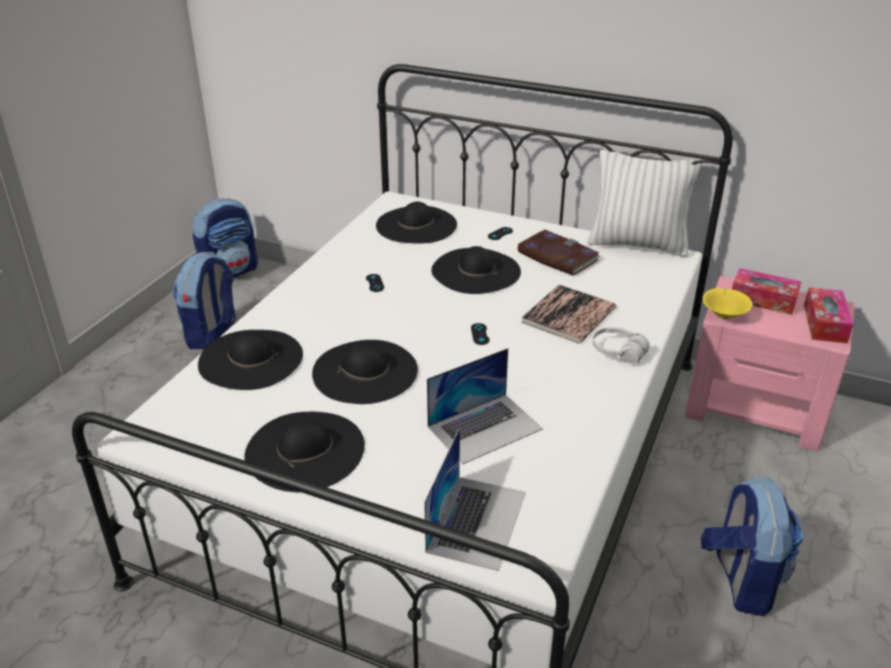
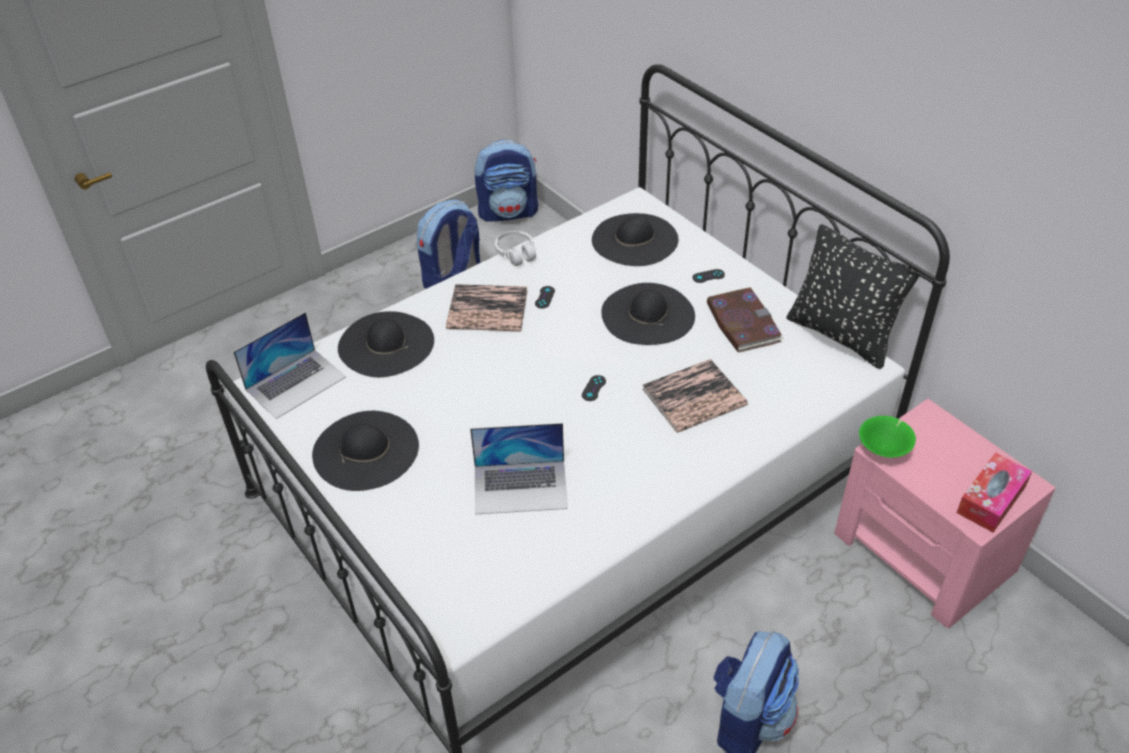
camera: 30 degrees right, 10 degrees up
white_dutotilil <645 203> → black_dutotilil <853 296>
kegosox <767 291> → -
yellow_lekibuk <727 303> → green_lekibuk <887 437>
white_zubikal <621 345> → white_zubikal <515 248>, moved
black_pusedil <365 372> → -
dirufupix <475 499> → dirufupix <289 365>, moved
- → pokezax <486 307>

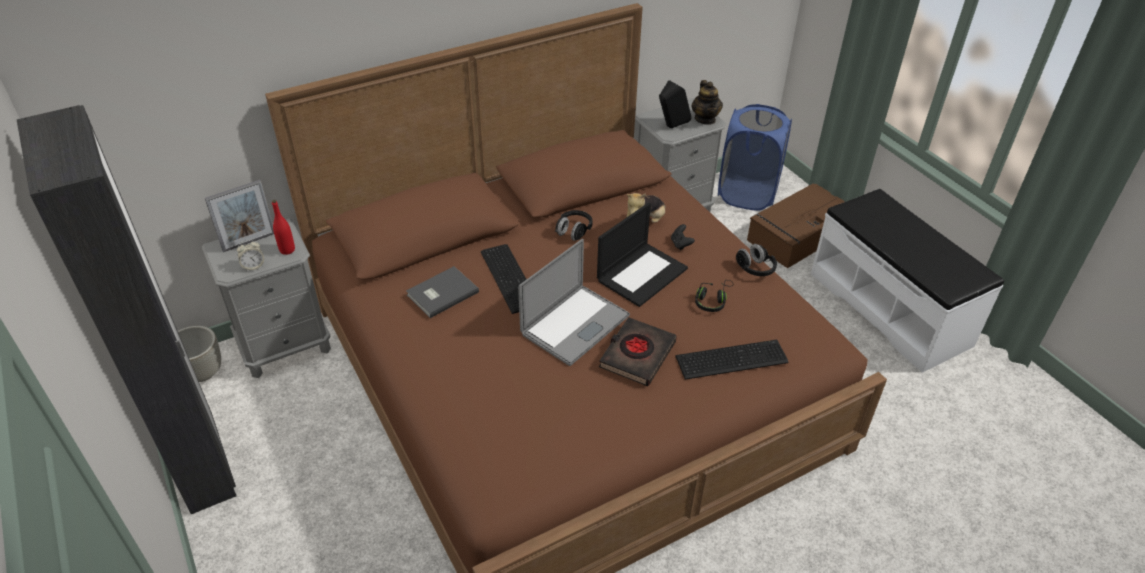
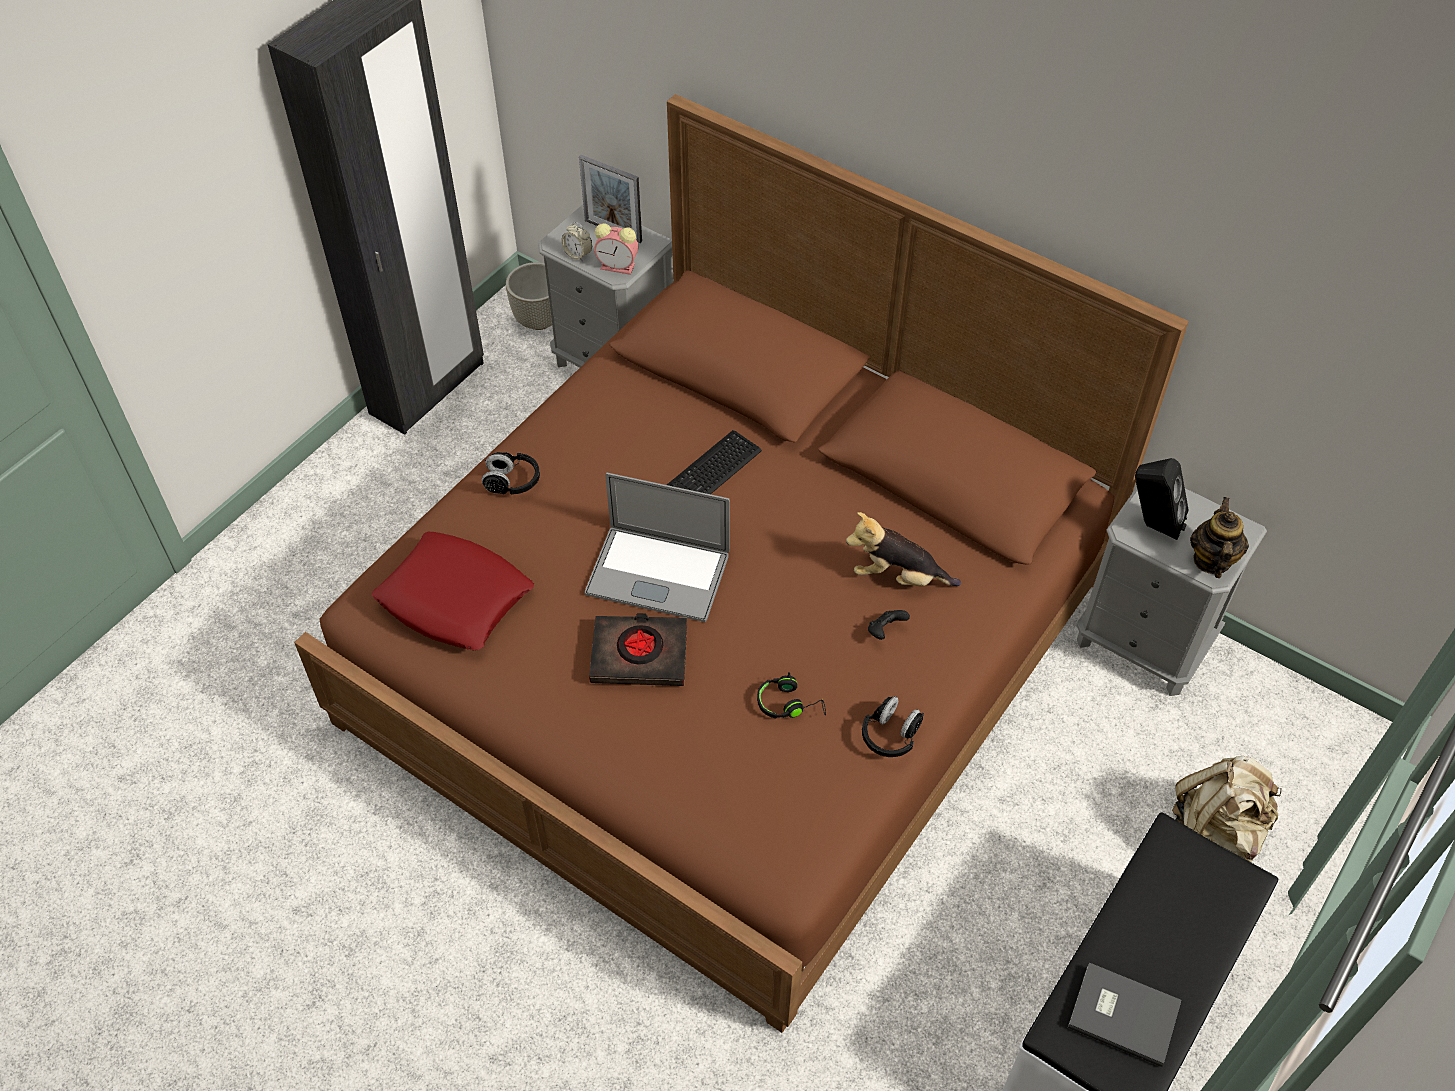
camera: 65 degrees right, 10 degrees up
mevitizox <707 102> → mevitizox <1219 537>, 135 degrees clockwise
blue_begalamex <755 157> → -
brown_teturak <796 225> → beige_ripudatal <1227 809>
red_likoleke <283 227> → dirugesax <616 249>
dirufupix <642 255> → -
black_zubikal <574 225> → black_zubikal <510 473>, moved
grey_pokezax <442 292> → grey_pokezax <1124 1014>, moved
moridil <731 360> → -
- → red_dutotilil <453 590>

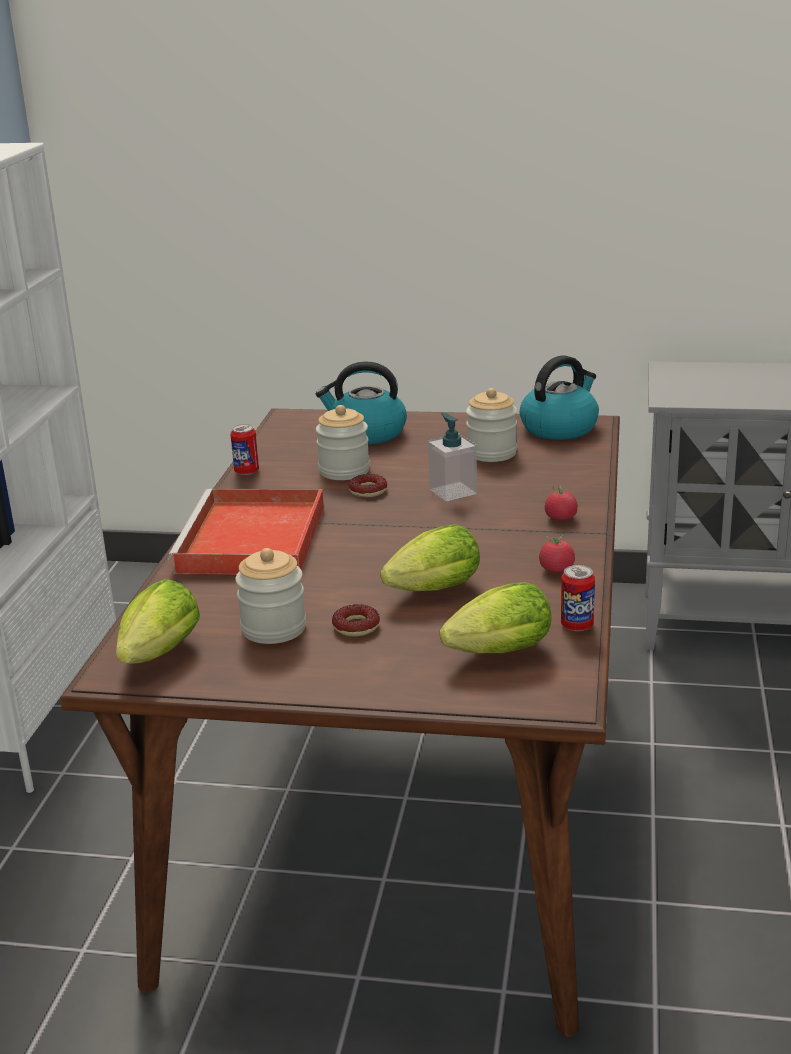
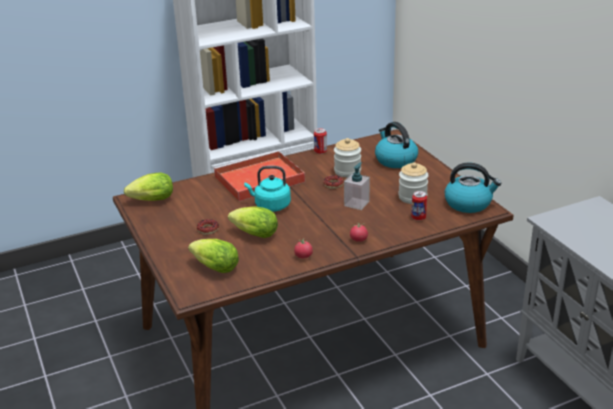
camera: 55 degrees right, 5 degrees up
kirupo <270 596> → -
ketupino <578 598> → ketupino <419 206>, moved
- → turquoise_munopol <267 189>

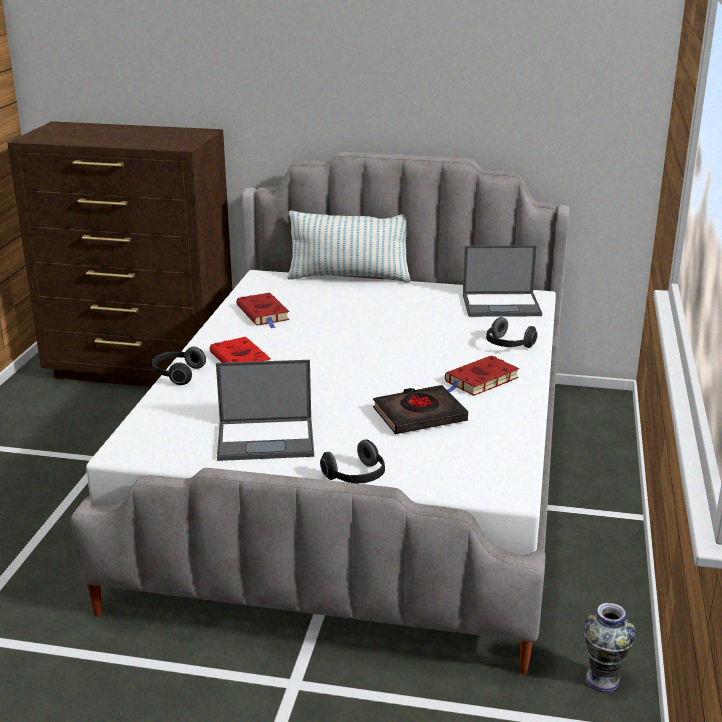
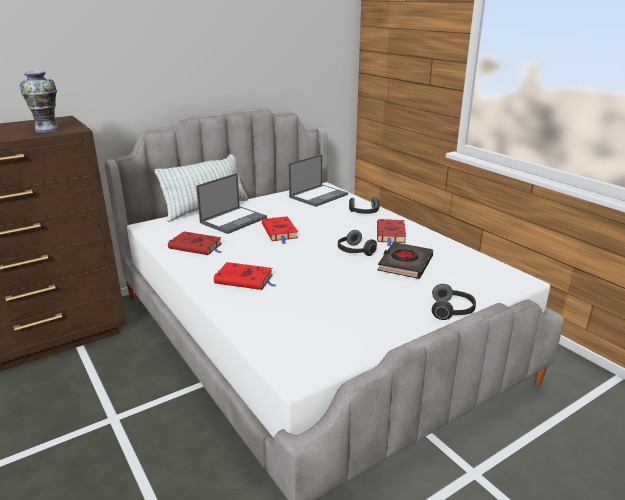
camera: 45 degrees left, 0 degrees up
zubikal <179 365> → zubikal <357 243>, moved
dirufupix <265 410> → dirufupix <231 203>, moved
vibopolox <609 648> → vibopolox <39 102>, moved
- → red_pokezax <280 230>

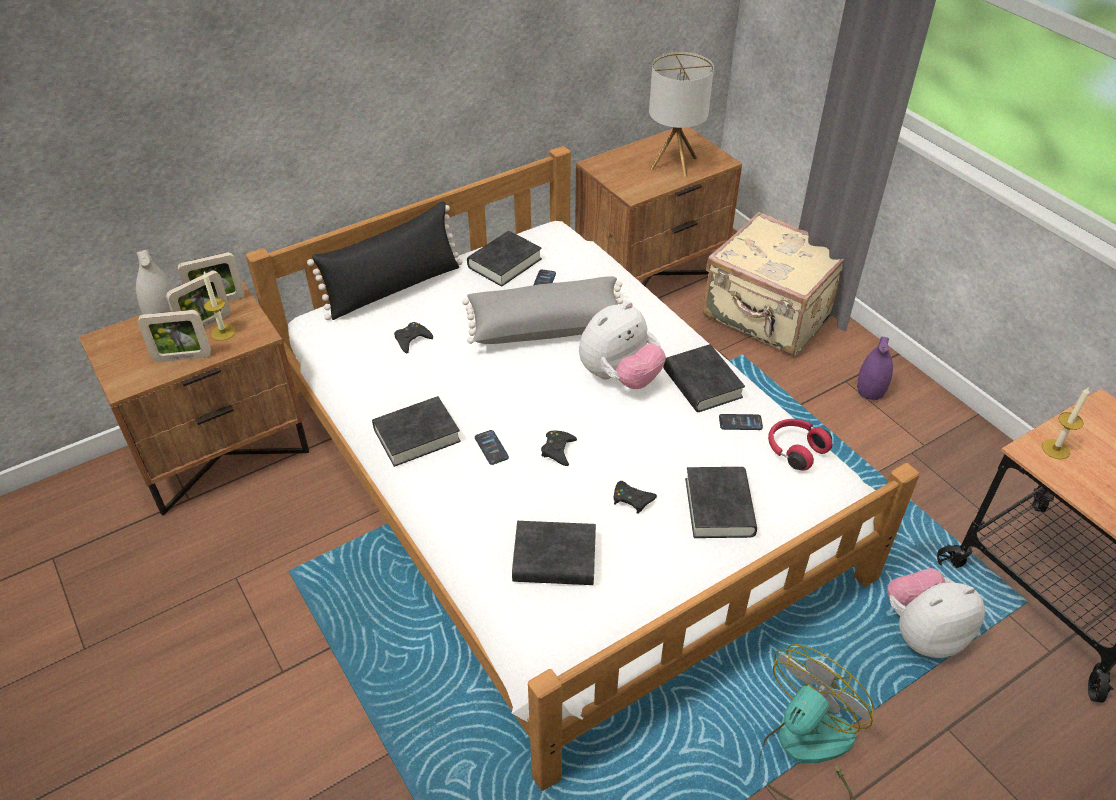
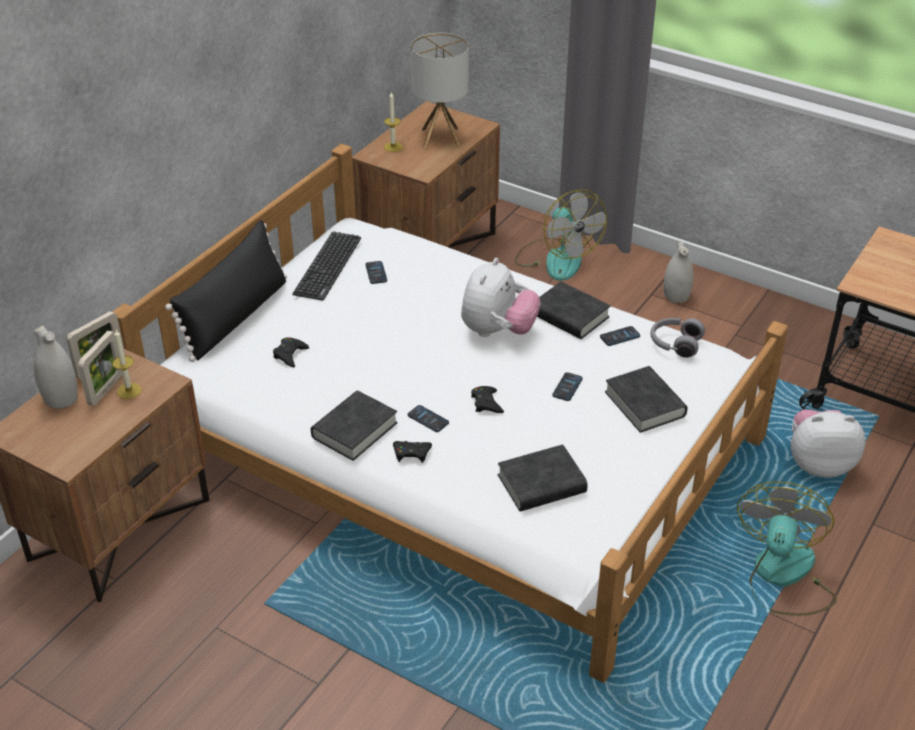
camera: 25 degrees left, 5 degrees down
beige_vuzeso <773 284> → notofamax <561 235>
black_pokezax <504 259> → moridil <326 266>
grey_dutotilil <542 310> → -
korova <174 336> → -
purple_vibopolox <875 368> → white_vibopolox <679 272>
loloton <1066 423> → loloton <393 122>, moved
red_zubikal <800 445> → grey_zubikal <677 338>
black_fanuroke <635 497> → black_fanuroke <412 452>, moved
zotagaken <936 613> → zotagaken <828 444>, 45 degrees clockwise
- → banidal <567 386>

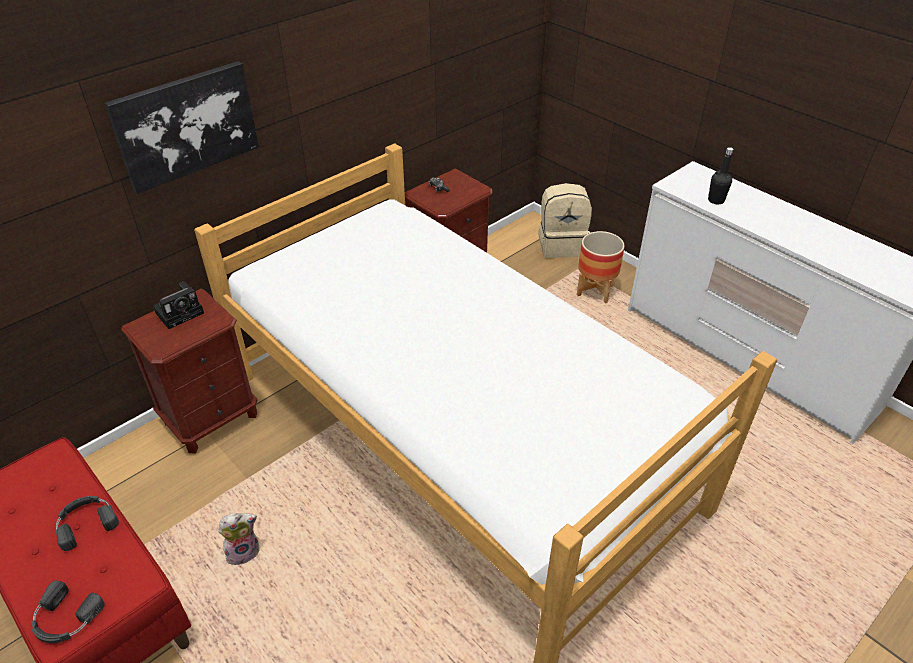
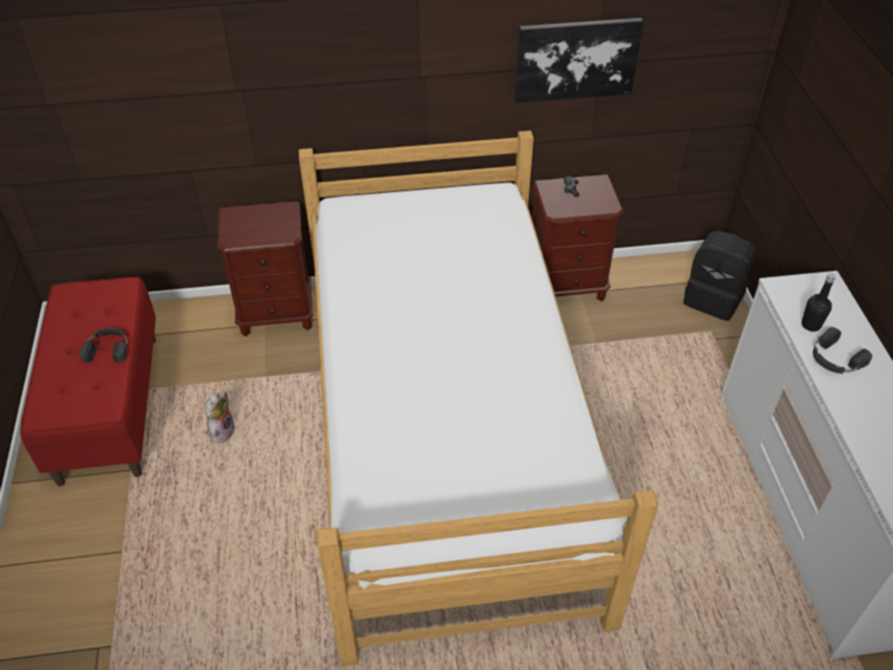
camera: 35 degrees right, 5 degrees up
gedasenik <181 127> → gedasenik <579 60>, moved
beige_ripudatal <565 220> → black_ripudatal <720 276>
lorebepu <601 267> → -
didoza <178 305> → -
zotagaken <239 539> → zotagaken <220 417>, 75 degrees counterclockwise
black_zubikal <68 612> → black_zubikal <842 350>, moved

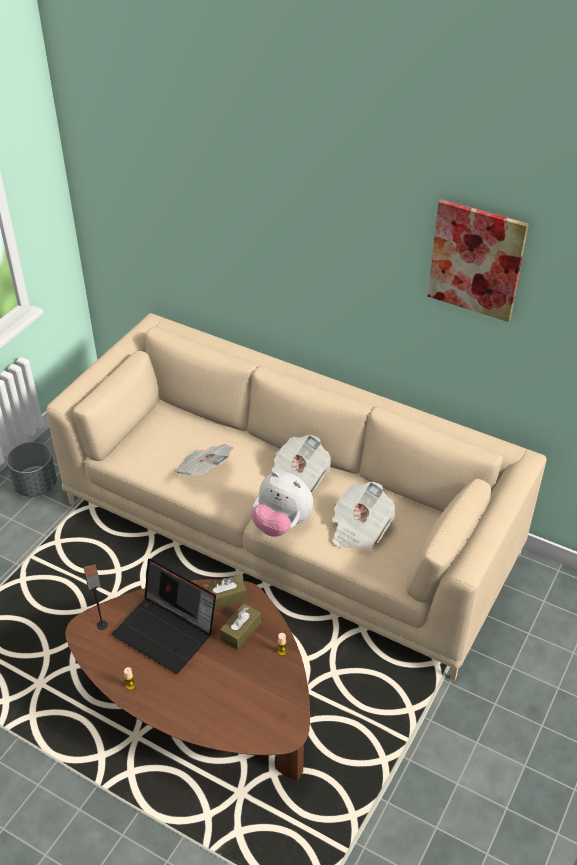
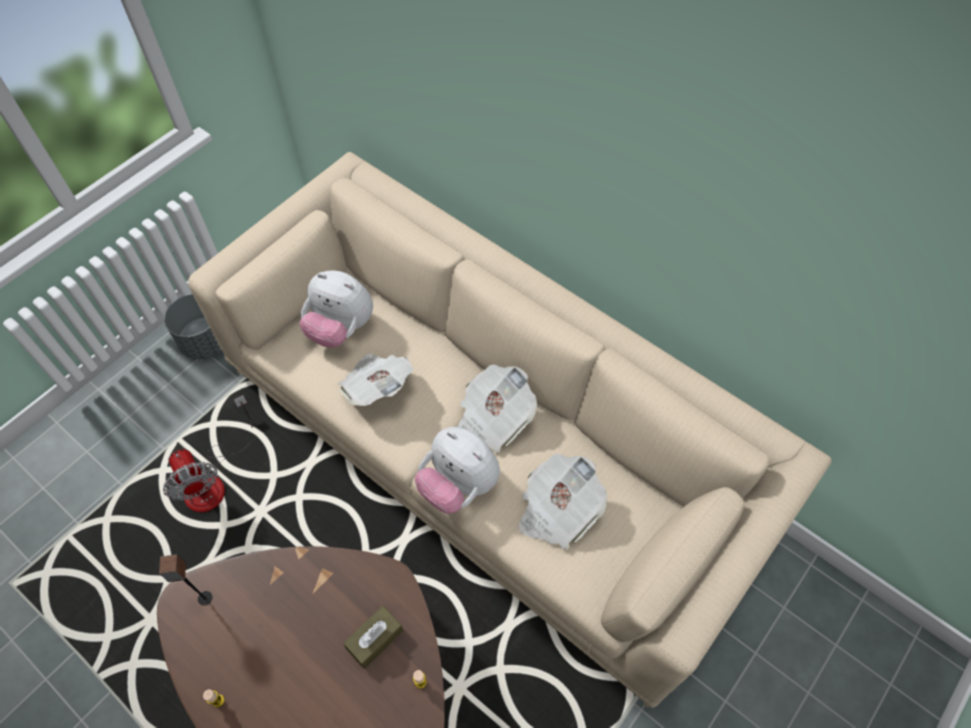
camera: 10 degrees right, 15 degrees up
gedasenik <478 260> → -
dirufupix <164 616> → -
brown_kegosox <225 592> → -
- → zotagaken <336 309>
- → notofamax <208 453>

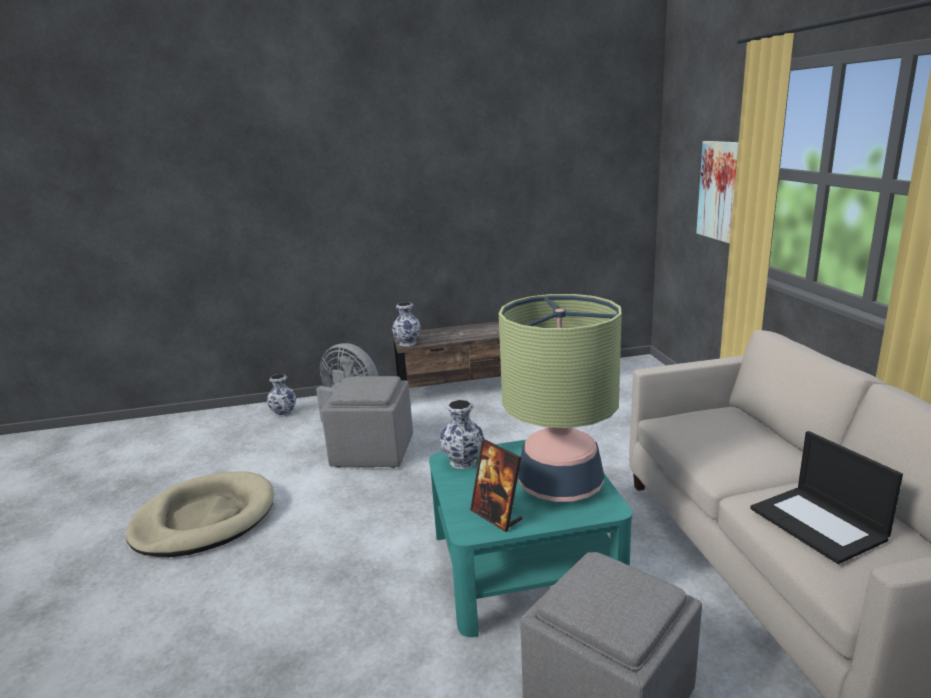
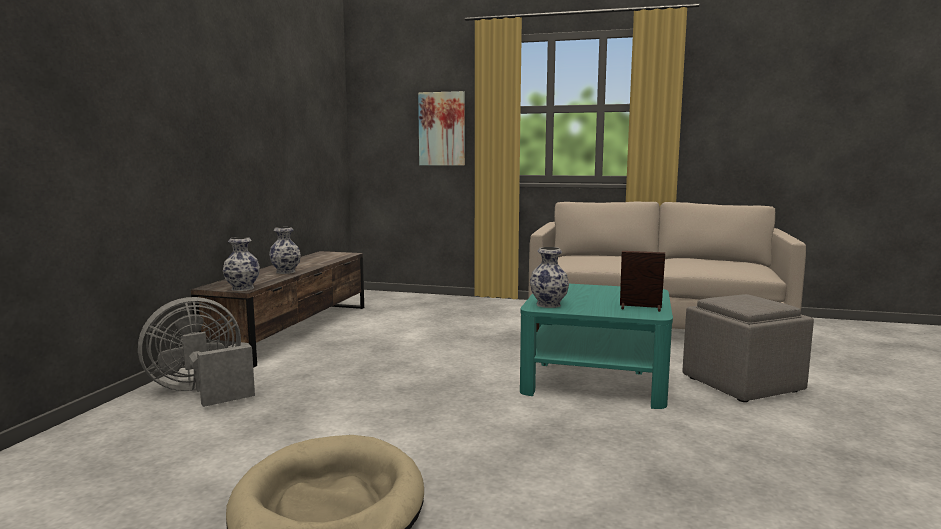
camera: 65 degrees left, 10 degrees down
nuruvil <560 398> → -
vibopolox <281 396> → vibopolox <285 250>, moved
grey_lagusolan <367 422> → -
dirufupix <826 497> → -
korova <496 485> → korova <642 281>, 150 degrees counterclockwise

